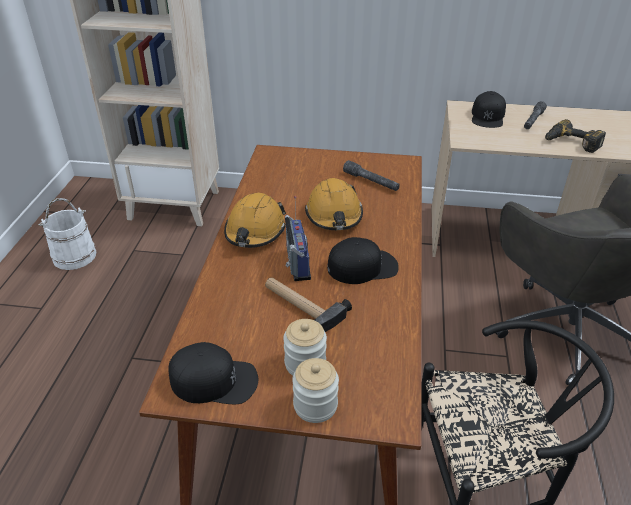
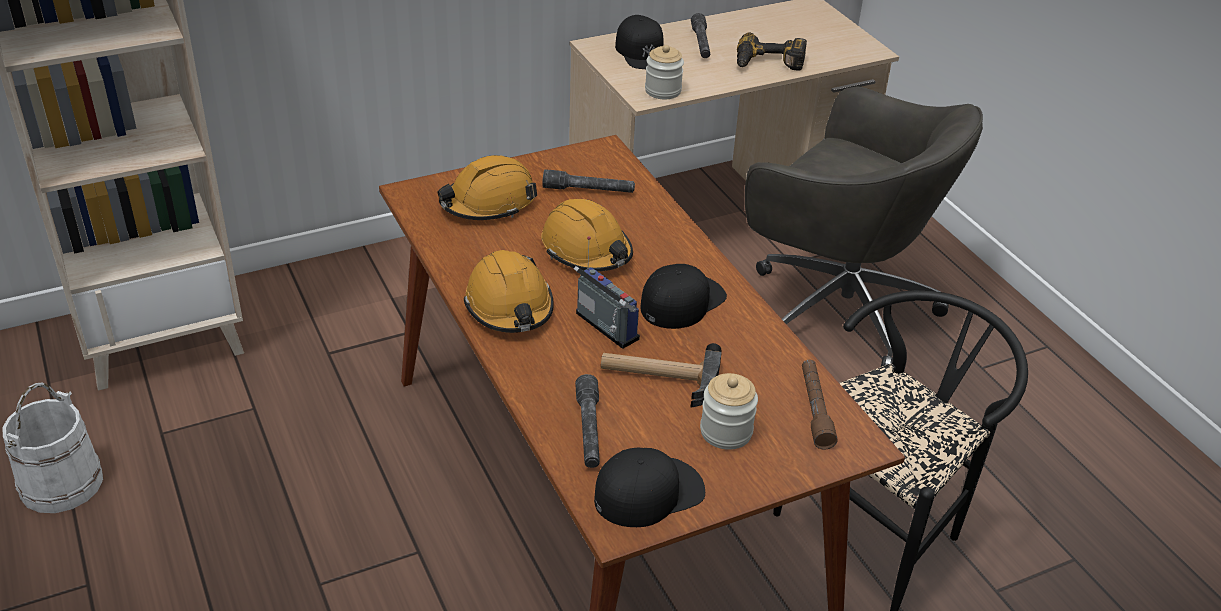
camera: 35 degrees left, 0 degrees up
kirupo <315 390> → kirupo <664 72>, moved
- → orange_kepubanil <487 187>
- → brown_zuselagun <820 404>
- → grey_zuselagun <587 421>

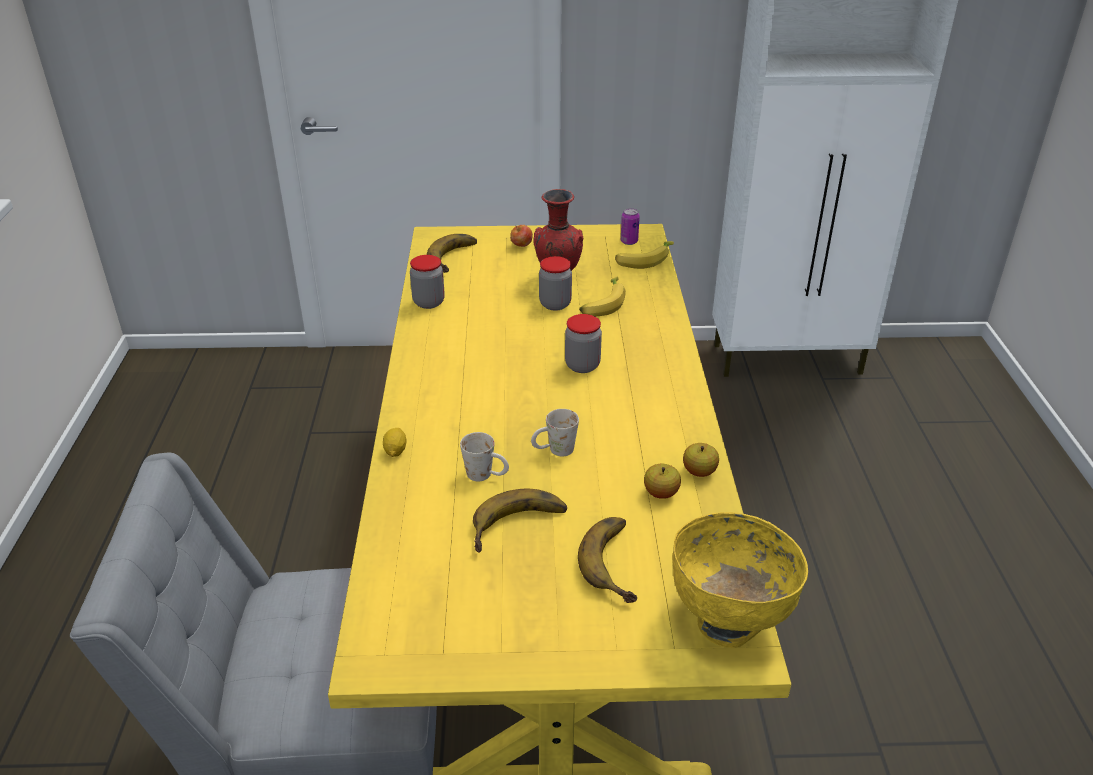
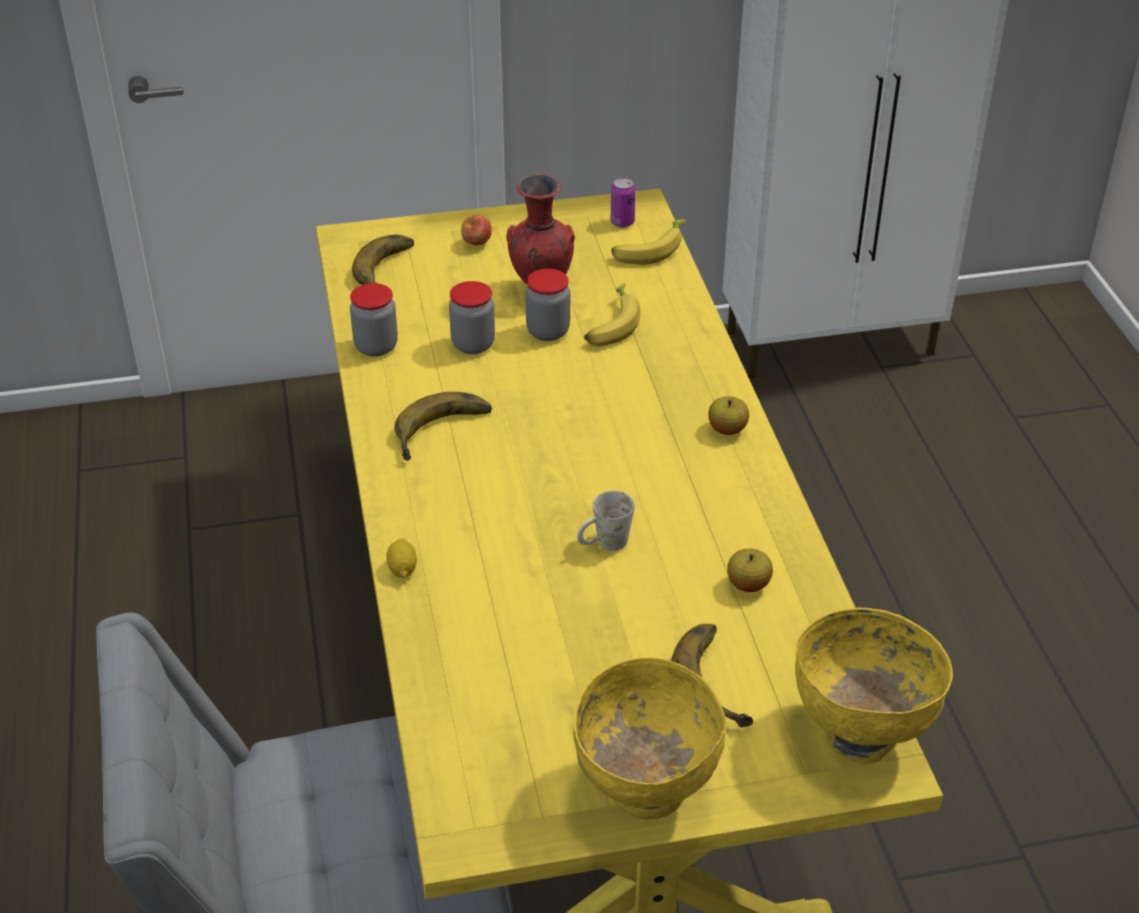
camera: 10 degrees left, 5 degrees up
kirupo <583 343> → kirupo <472 317>, moved
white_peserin <484 456> → -
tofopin <701 460> → tofopin <728 415>, moved
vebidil <520 521> → vebidil <443 426>, moved
- → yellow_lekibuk <649 738>

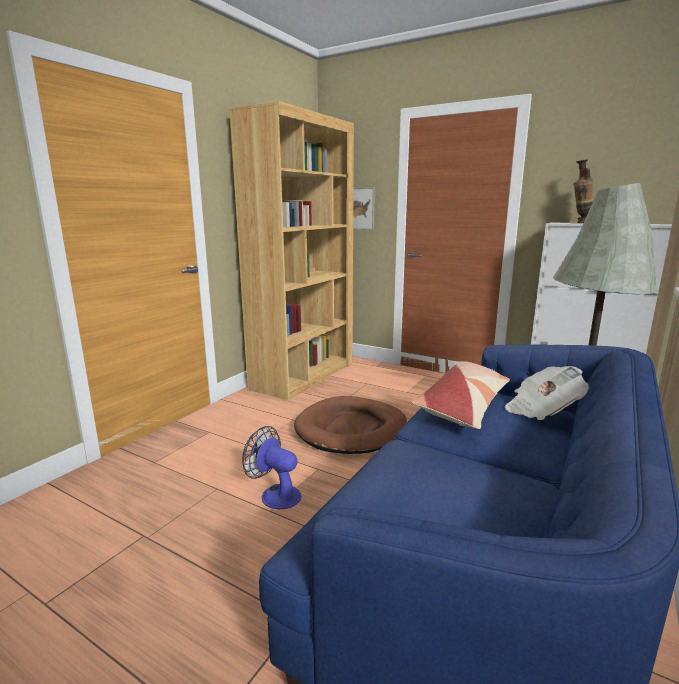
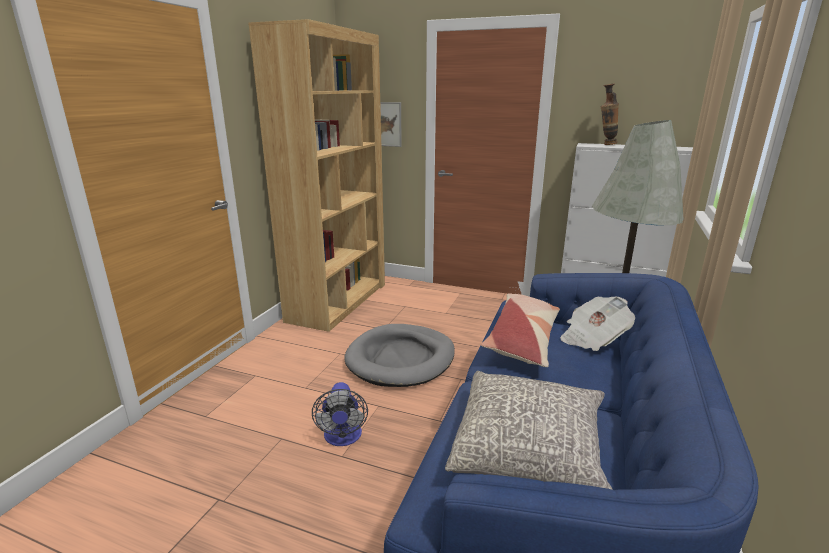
camera: 10 degrees left, 5 degrees up
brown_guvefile <350 425> → grey_guvefile <399 355>
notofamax <272 467> → notofamax <340 414>, 120 degrees counterclockwise
- → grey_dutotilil <529 430>

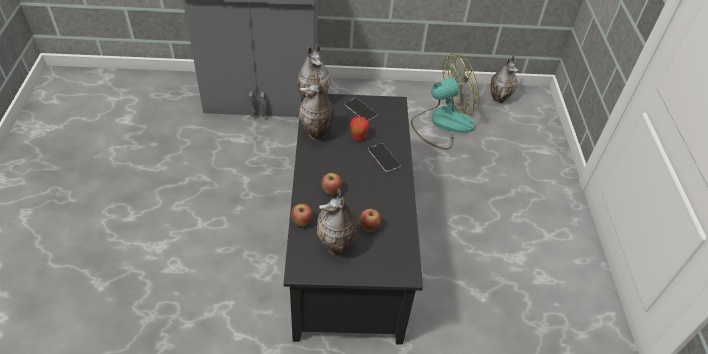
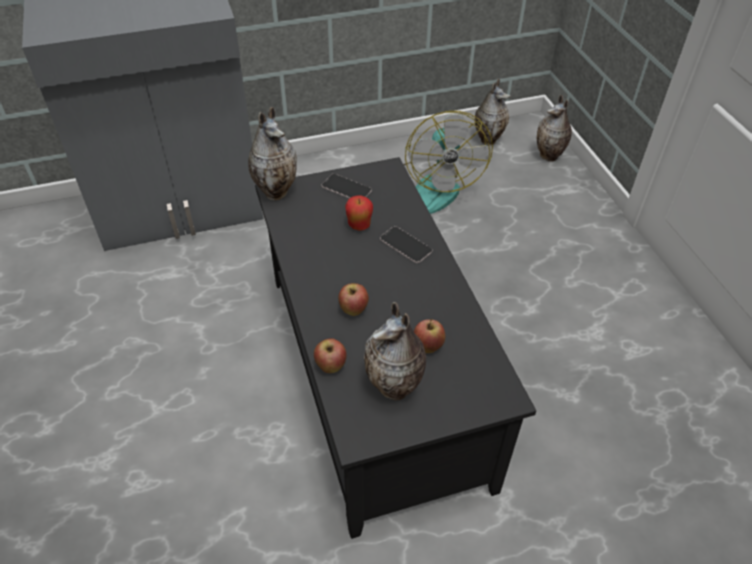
camera: 15 degrees left, 0 degrees up
notofamax <445 101> → notofamax <448 162>, 120 degrees clockwise
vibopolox <316 108> → vibopolox <554 128>, moved

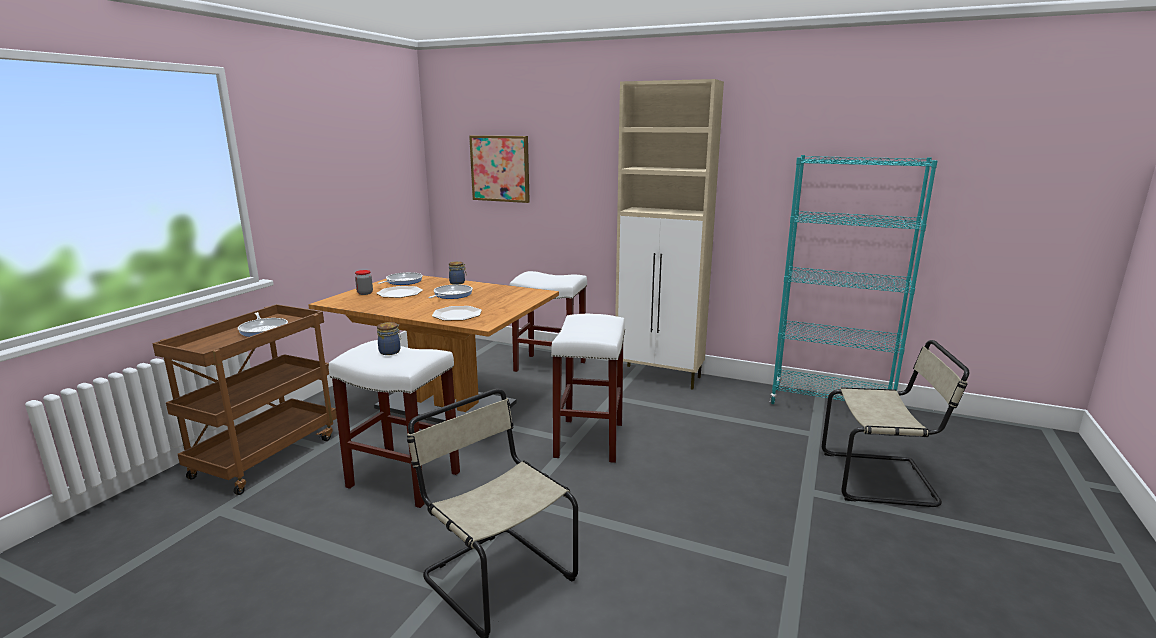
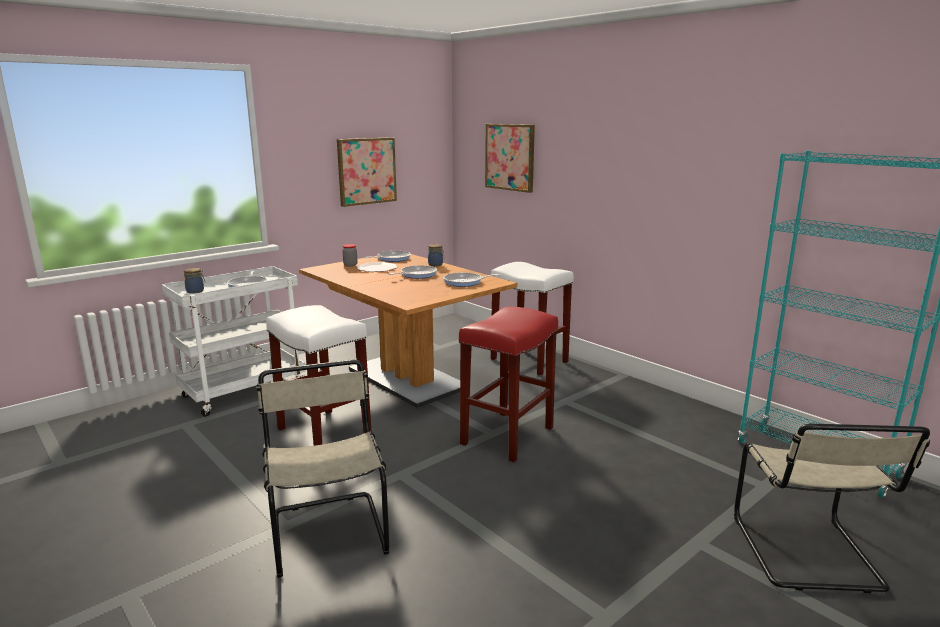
camera: 25 degrees right, 0 degrees up
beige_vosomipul <669 234> → -
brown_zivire <244 399> → white_zivire <234 341>
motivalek <457 313> → -
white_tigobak <588 388> → red_tigobak <508 384>
kirupo <389 338> → kirupo <194 281>, moved
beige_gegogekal <895 423> → beige_gegogekal <832 508>, 60 degrees clockwise
- → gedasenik <367 172>
- → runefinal <472 280>

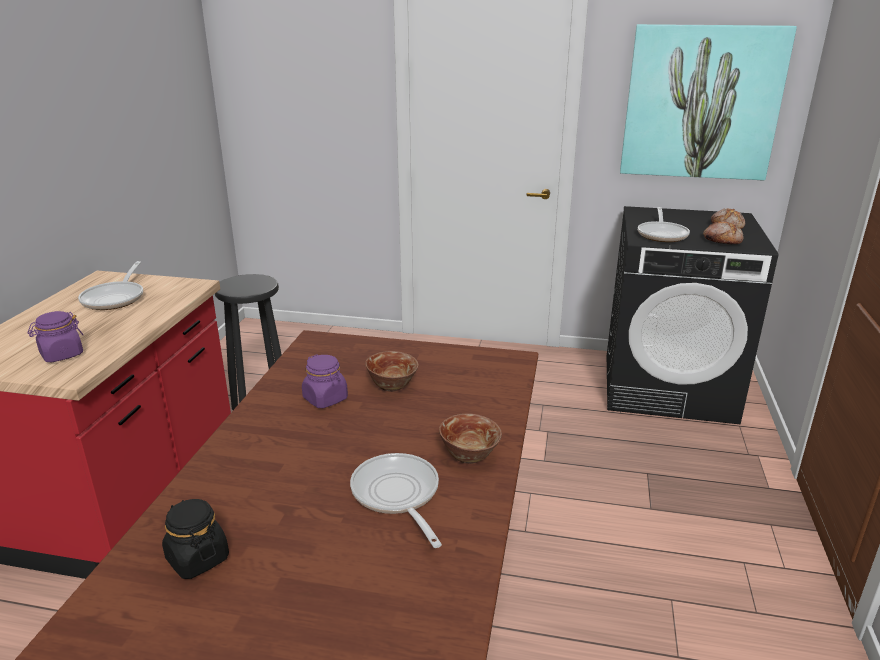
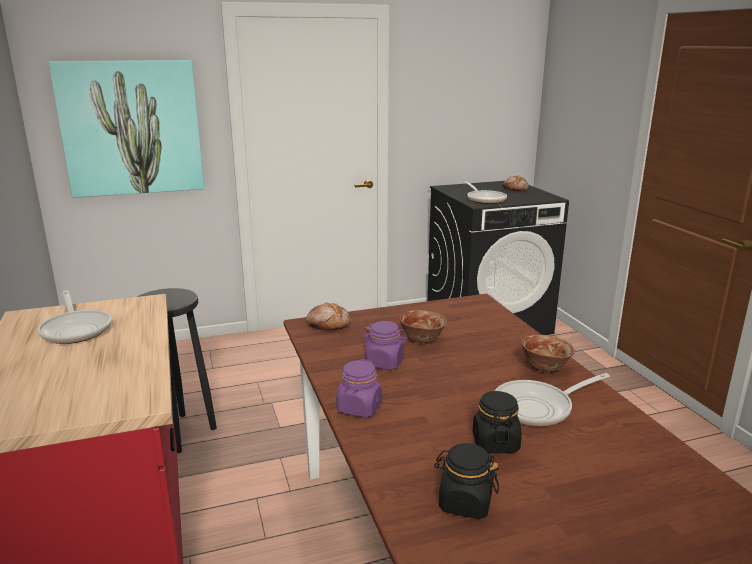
camera: 30 degrees left, 5 degrees down
gedasenik <708 102> → gedasenik <126 129>, moved
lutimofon <723 232> → lutimofon <328 316>, moved
purple_kirupo <56 336> → purple_kirupo <359 388>, moved
runefinal <396 500> → runefinal <552 399>, 60 degrees counterclockwise
- → black_kirupo <497 422>

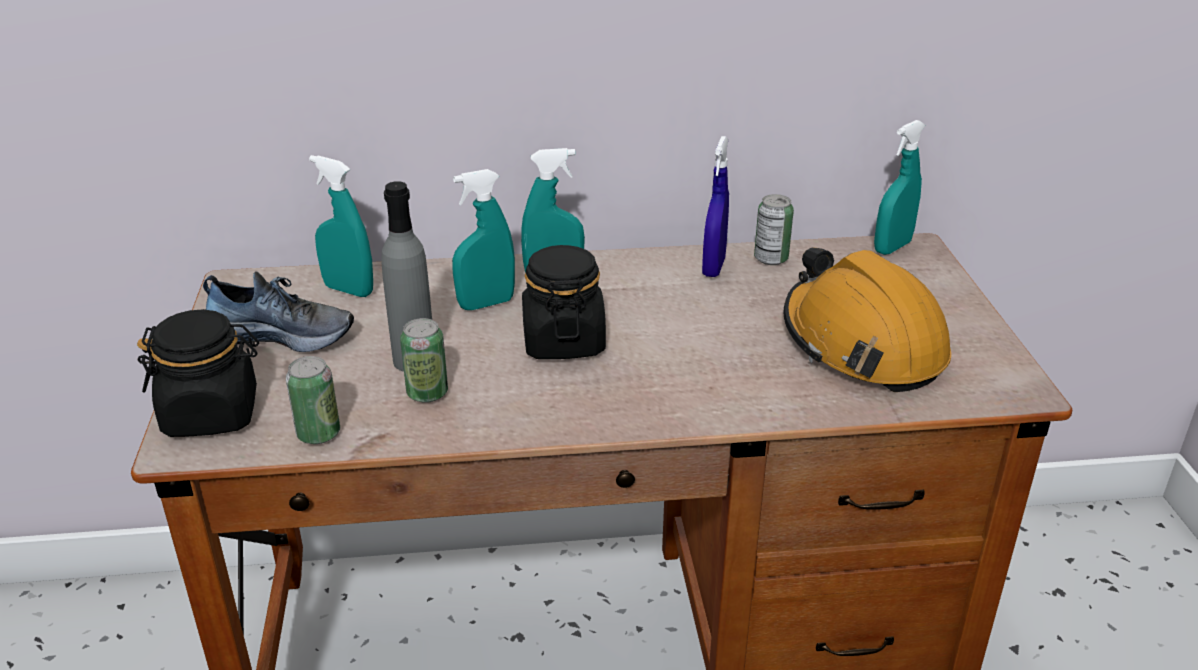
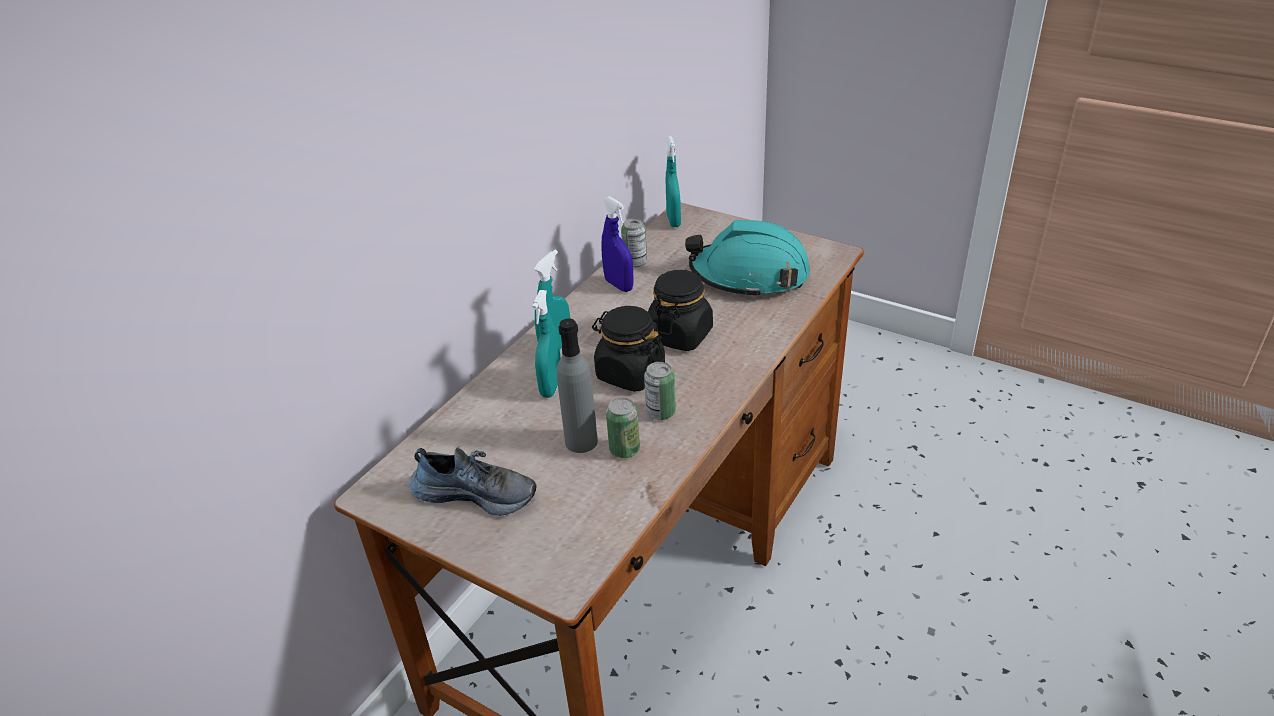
camera: 50 degrees left, 5 degrees up
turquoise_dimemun <341 226> → -
orange_kepubanil <867 319> → turquoise_kepubanil <747 259>
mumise <278 311> → mumise <472 481>, 60 degrees clockwise
black_kirupo <198 373> → black_kirupo <680 310>, moved
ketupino <313 400> → ketupino <660 391>, moved

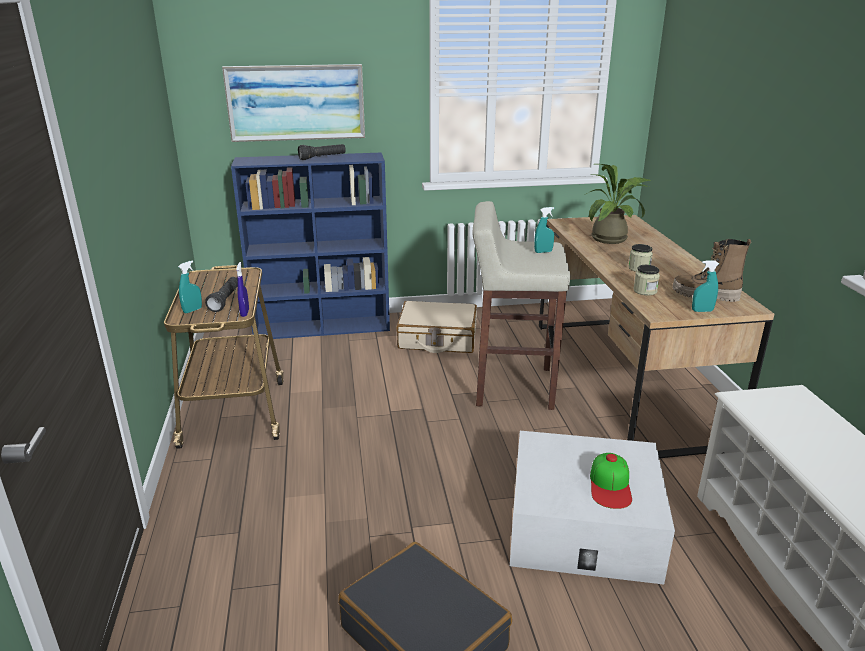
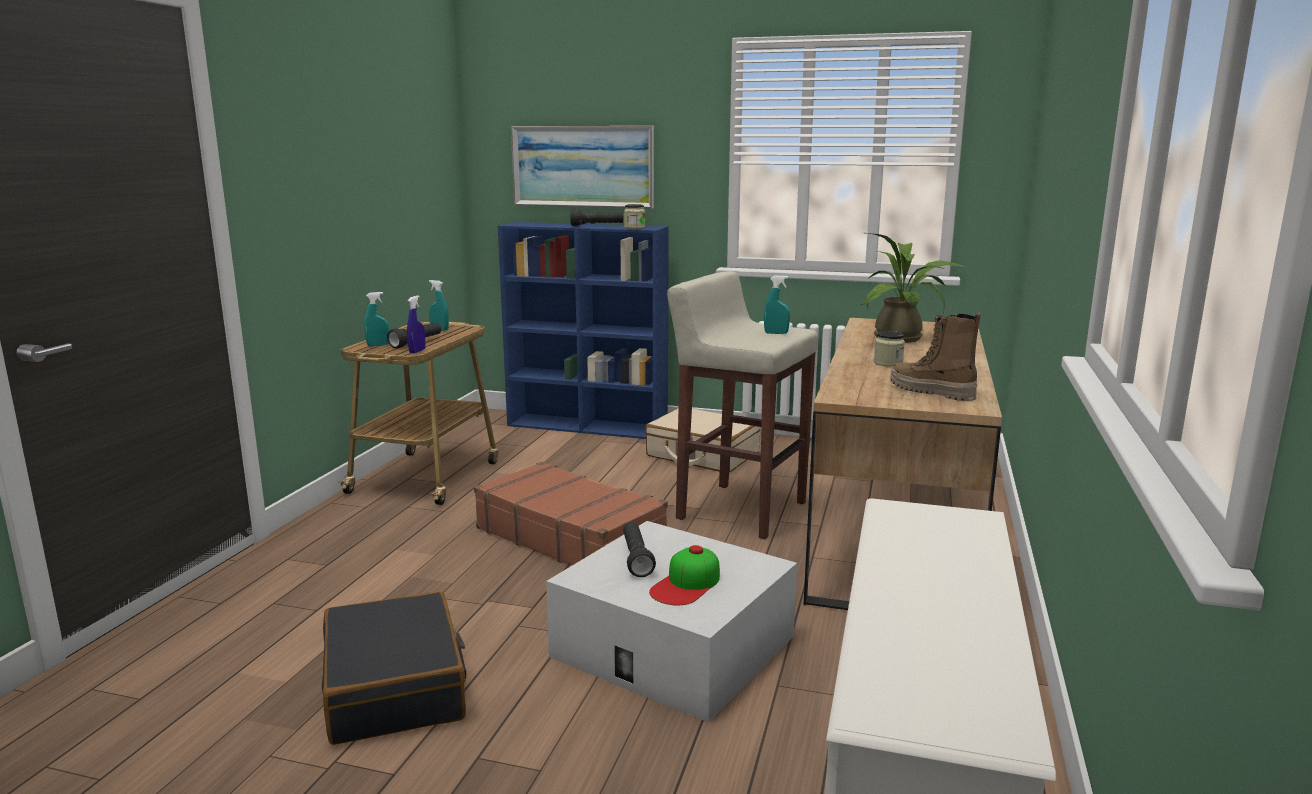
camera: 25 degrees right, 10 degrees down
turquoise_dimemun <705 286> → turquoise_dimemun <439 305>, moved
kirupo <646 280> → kirupo <634 216>, moved
- → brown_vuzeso <571 513>
- → black_zuselagun <639 549>

